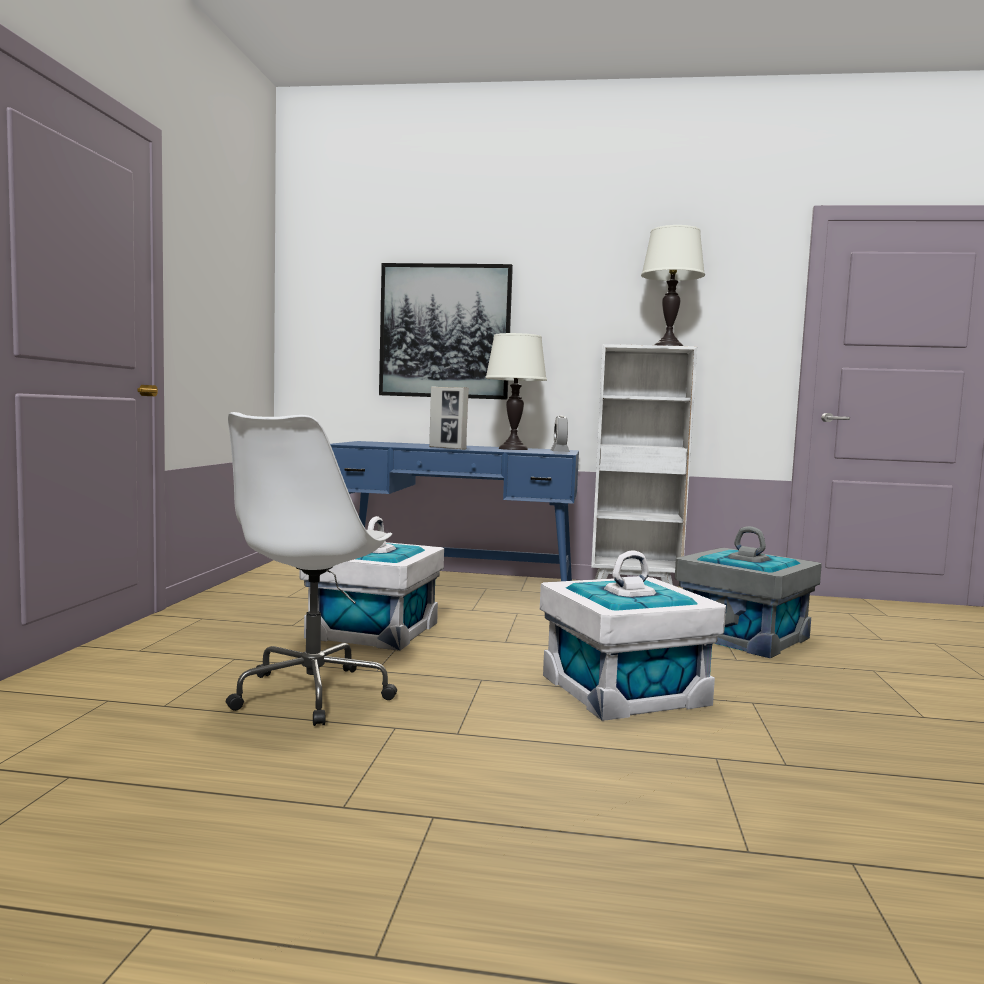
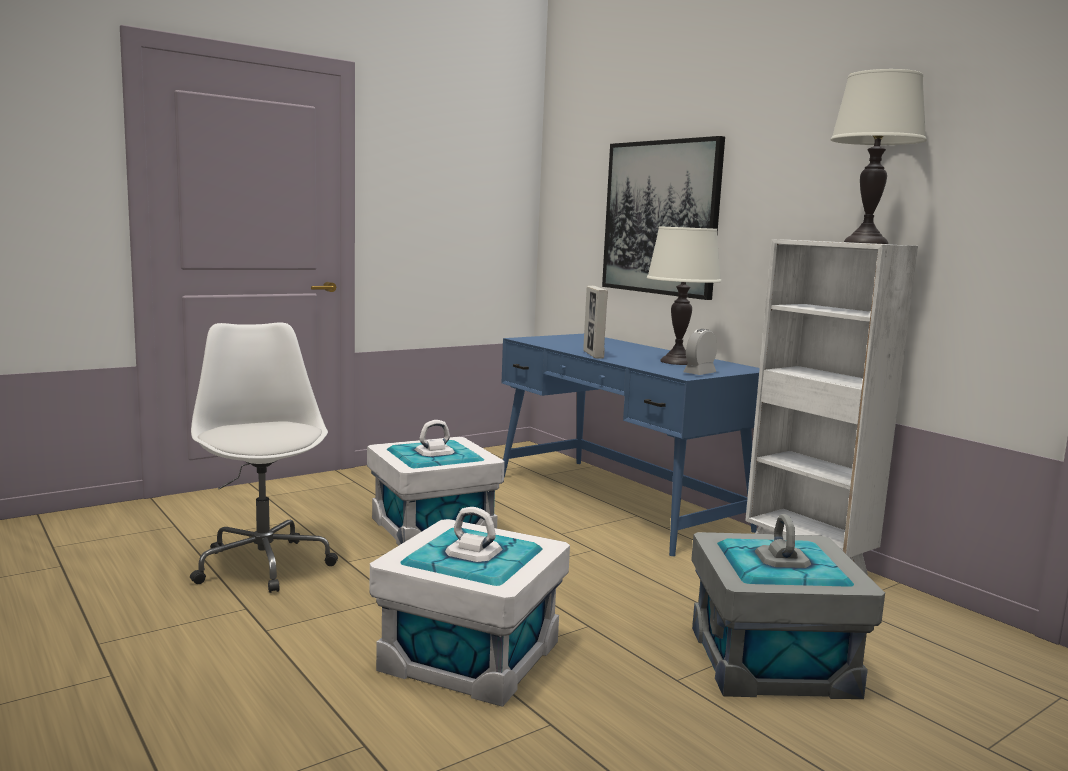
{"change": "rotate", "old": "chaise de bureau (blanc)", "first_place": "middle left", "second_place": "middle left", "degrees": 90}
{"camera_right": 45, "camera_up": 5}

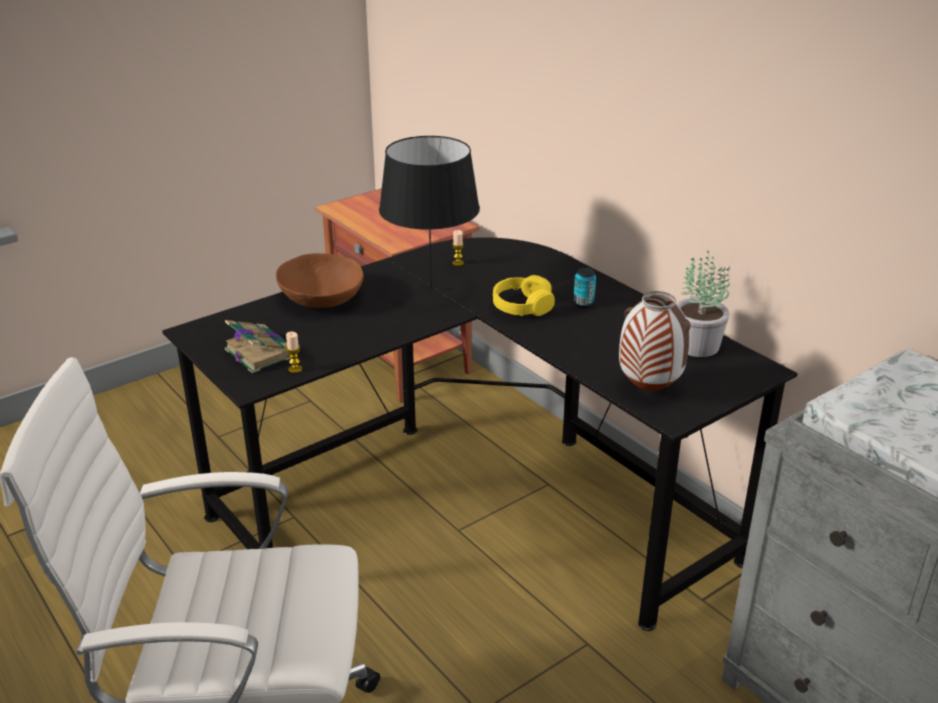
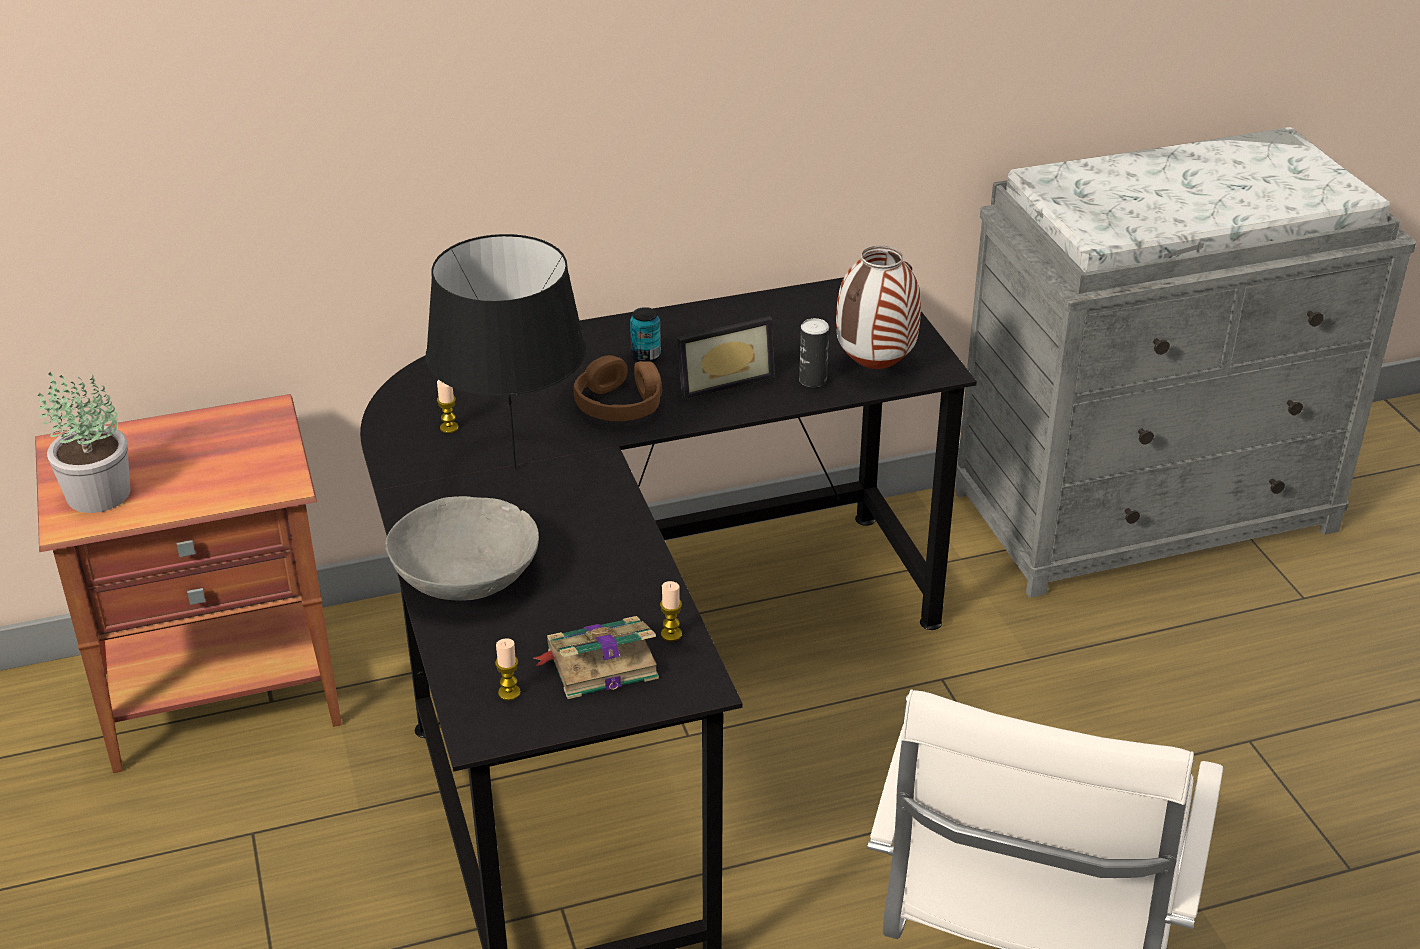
{"change": "insert", "new": "bougie (2nd from left)", "second_place": "bottom centre"}
{"change": "insert", "new": "cadre photo", "second_place": "centre"}
{"change": "insert", "new": "boîte métallique (2nd from left)", "second_place": "centre"}
{"change": "move", "old": "plante en pot", "first_place": "middle right", "second_place": "middle left"}
{"change": "recolor", "old": "bol (marron)", "new": "bol (gris)", "first_place": "centre", "second_place": "middle left"}
{"change": "recolor", "old": "casque audio (jaune)", "new": "casque audio (marron)", "first_place": "centre", "second_place": "centre"}
{"camera_right": -70, "camera_up": 5}

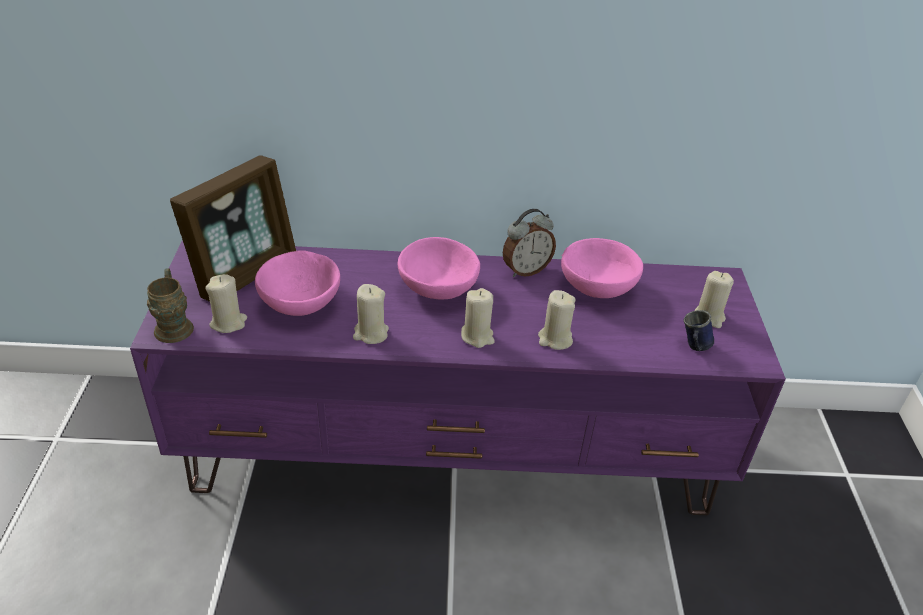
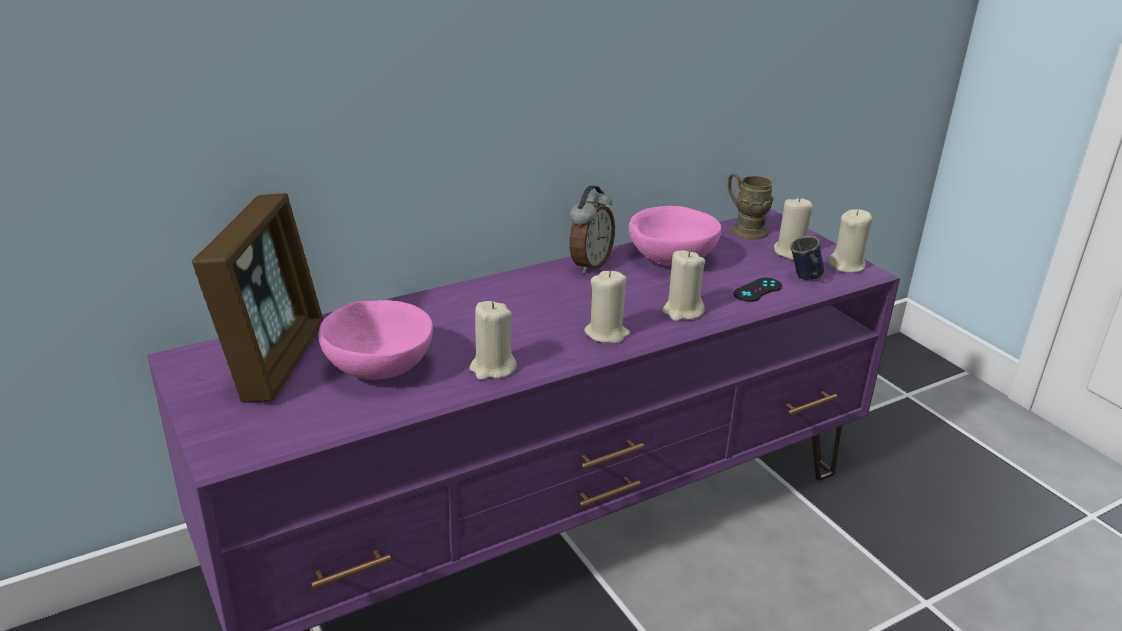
{"change": "delete", "old": "bol (rose) (2nd from left)", "first_place": "centre"}
{"change": "insert", "new": "manette (noir)", "second_place": "middle right"}
{"change": "move", "old": "mug (marron)", "first_place": "middle left", "second_place": "top right"}
{"change": "move", "old": "bougie (beige) (1st from left in the first image)", "new": "bougie (beige) (5th from left)", "first_place": "middle left", "second_place": "middle right"}
{"camera_right": -30, "camera_up": -10}

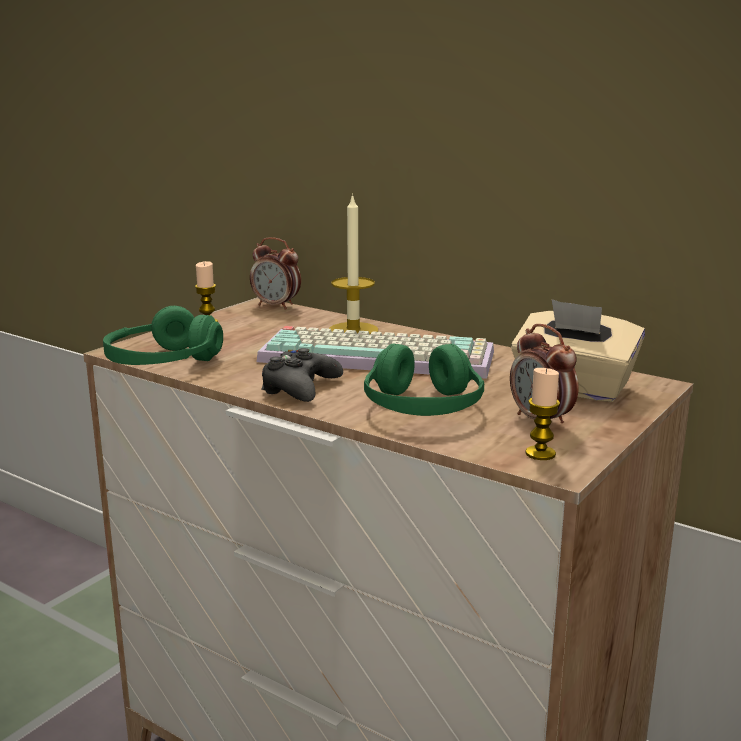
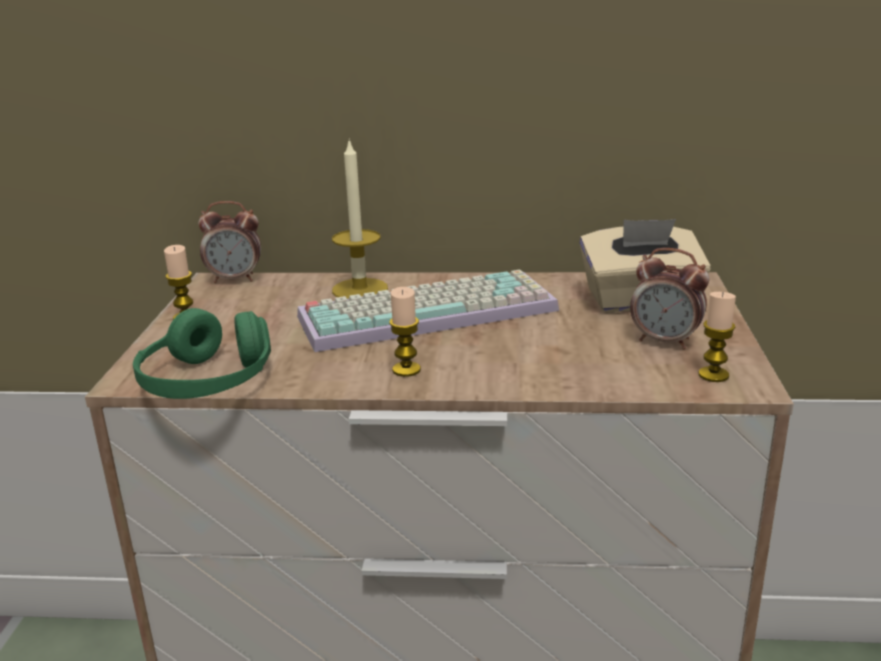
{"change": "delete", "old": "casque audio (vert) (2nd from left)", "first_place": "centre"}
{"change": "replace", "old": "manette (noir)", "new": "bougie (3rd from left)", "first_place": "centre", "second_place": "centre"}
{"camera_right": -30, "camera_up": 5}

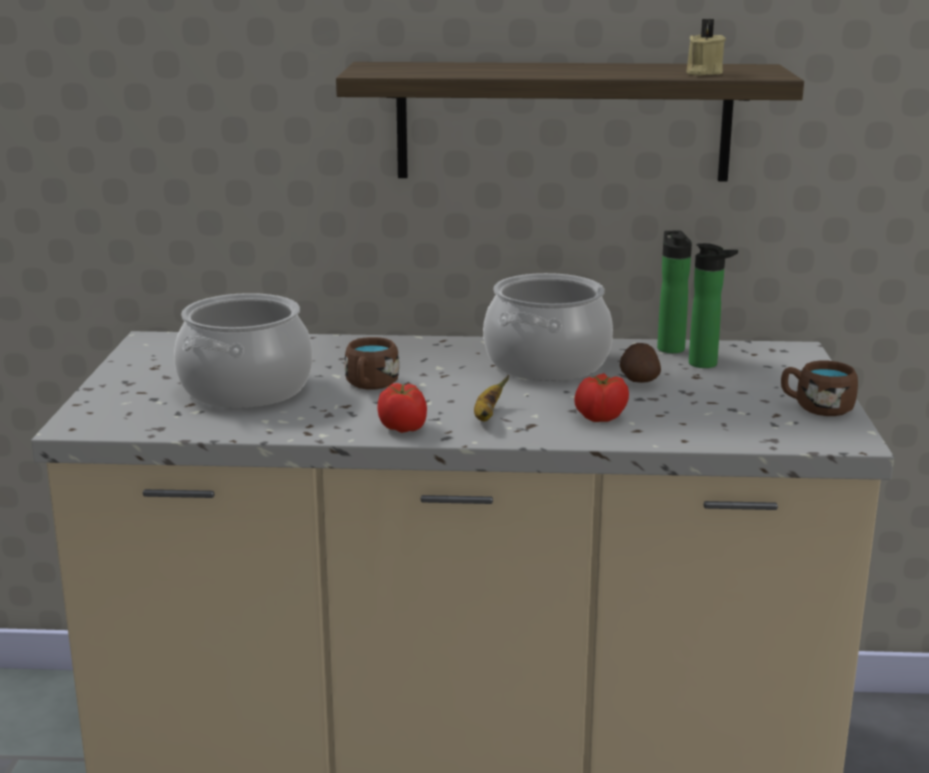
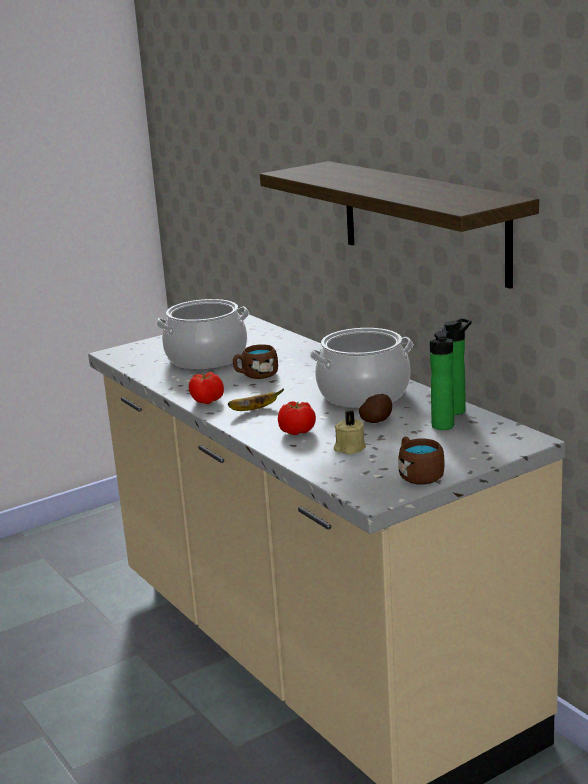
{"change": "move", "old": "bougie (beige)", "first_place": "top right", "second_place": "centre"}
{"camera_right": 55, "camera_up": 0}

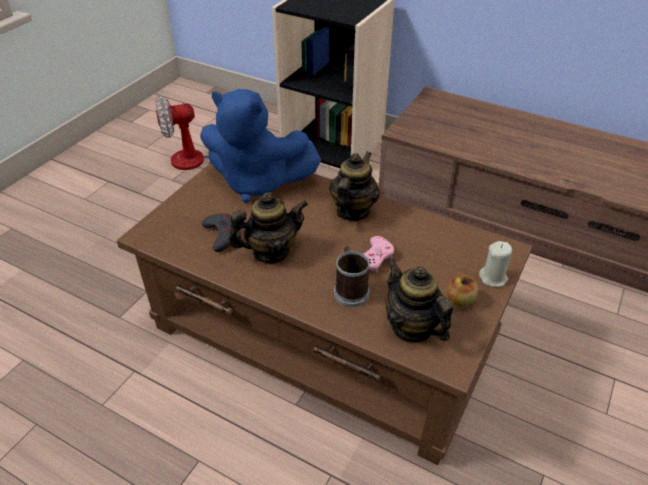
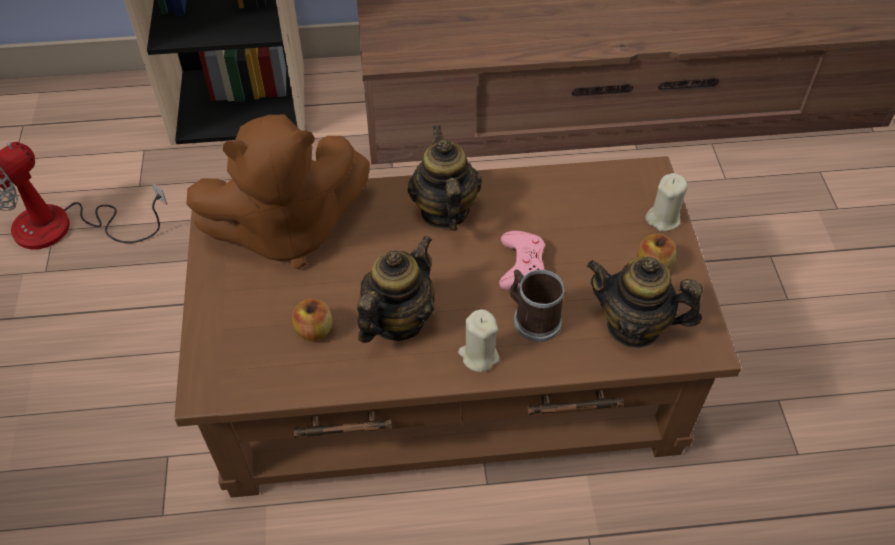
{"change": "insert", "new": "bougie (beige) (1st from left)", "second_place": "centre"}
{"change": "replace", "old": "manette (gris)", "new": "pomme (1st from left)", "first_place": "centre", "second_place": "centre"}
{"change": "recolor", "old": "peluche (bleu)", "new": "peluche (marron)", "first_place": "top centre", "second_place": "middle left"}
{"camera_right": -35, "camera_up": 10}

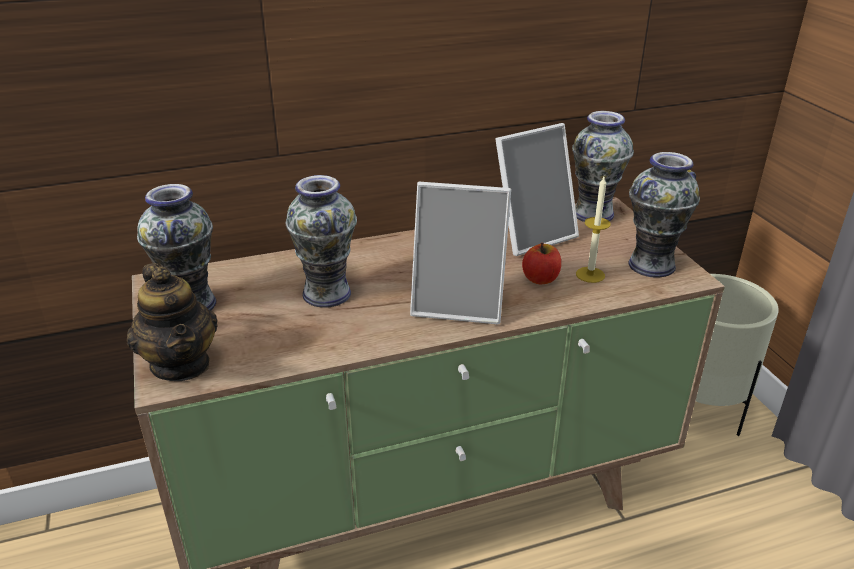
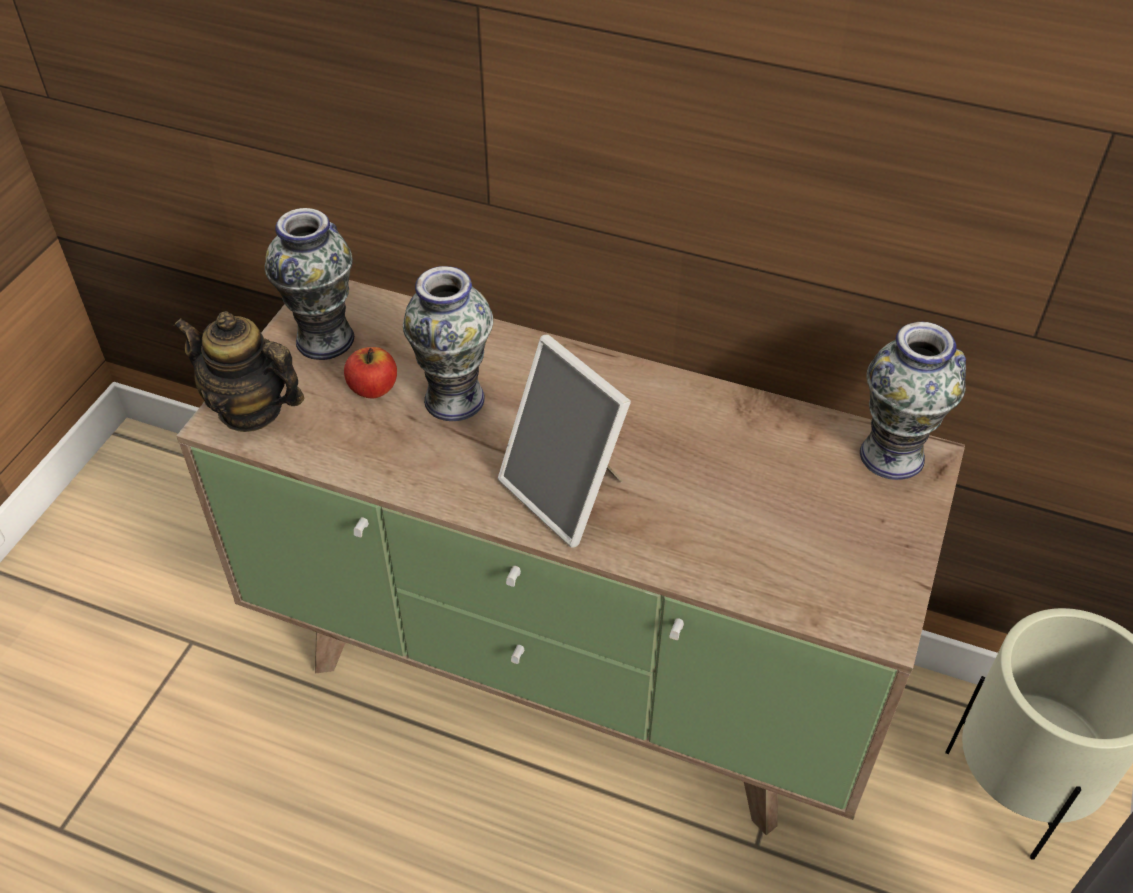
{"change": "delete", "old": "cadre photo (2nd from left)", "first_place": "top centre"}
{"change": "delete", "old": "bougie", "first_place": "middle right"}
{"change": "delete", "old": "vase (4th from left)", "first_place": "middle right"}
{"change": "move", "old": "pomme", "first_place": "centre", "second_place": "middle left"}
{"change": "rotate", "old": "théière", "first_place": "middle left", "second_place": "middle left", "degrees": 105}
{"camera_right": 40, "camera_up": 15}

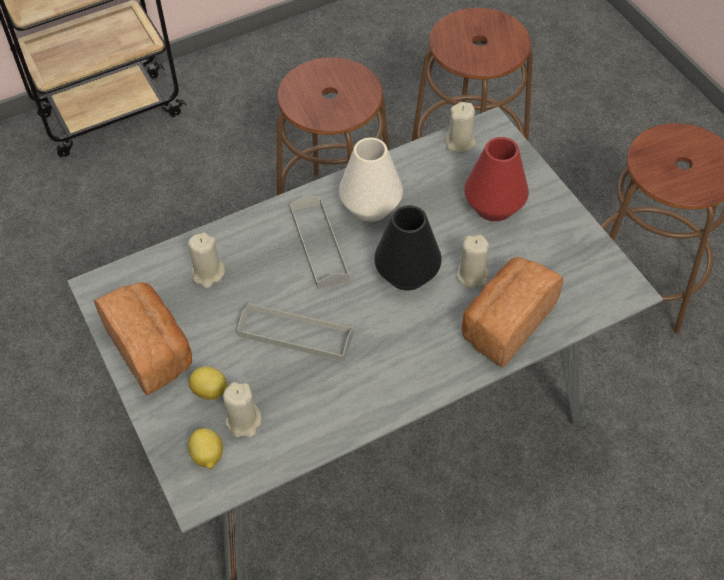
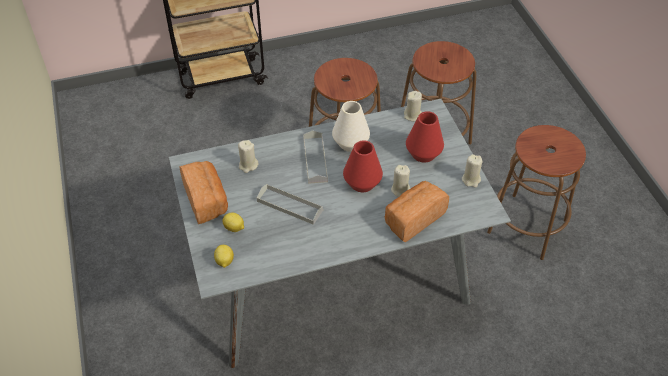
{"change": "move", "old": "bougie (beige) (2nd from left in the first image)", "new": "bougie (beige) (4th from left)", "first_place": "bottom centre", "second_place": "middle right"}
{"change": "recolor", "old": "vase (noir)", "new": "vase (rouge) (1st from left)", "first_place": "centre", "second_place": "centre"}
{"camera_right": 10, "camera_up": -5}

